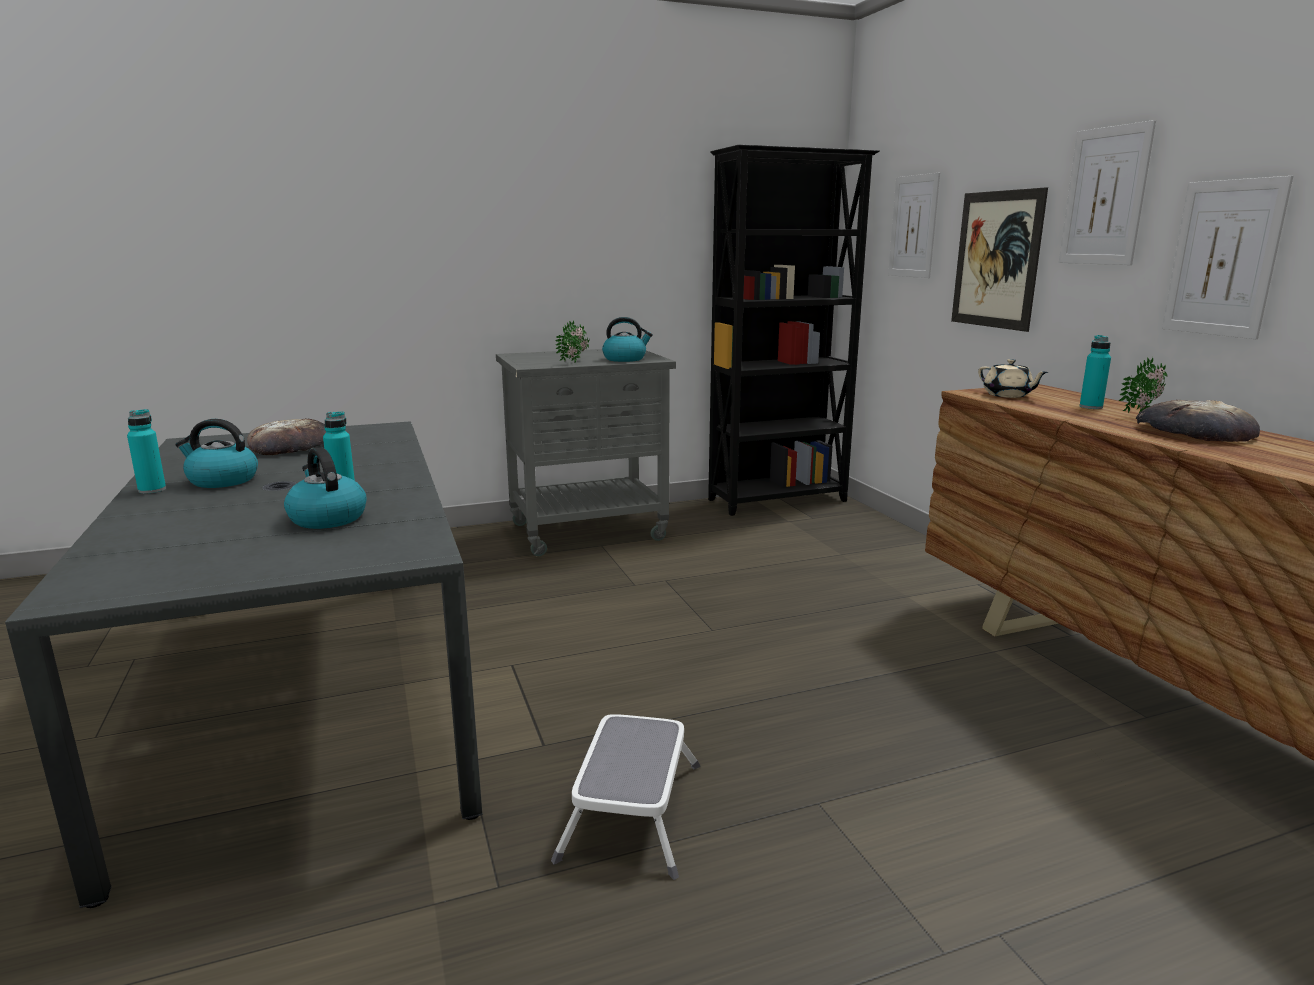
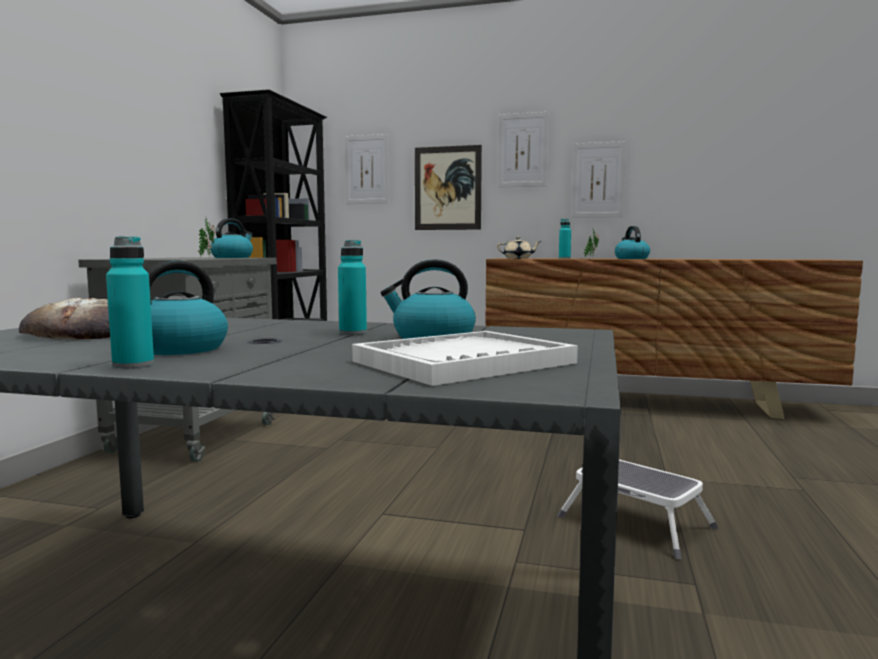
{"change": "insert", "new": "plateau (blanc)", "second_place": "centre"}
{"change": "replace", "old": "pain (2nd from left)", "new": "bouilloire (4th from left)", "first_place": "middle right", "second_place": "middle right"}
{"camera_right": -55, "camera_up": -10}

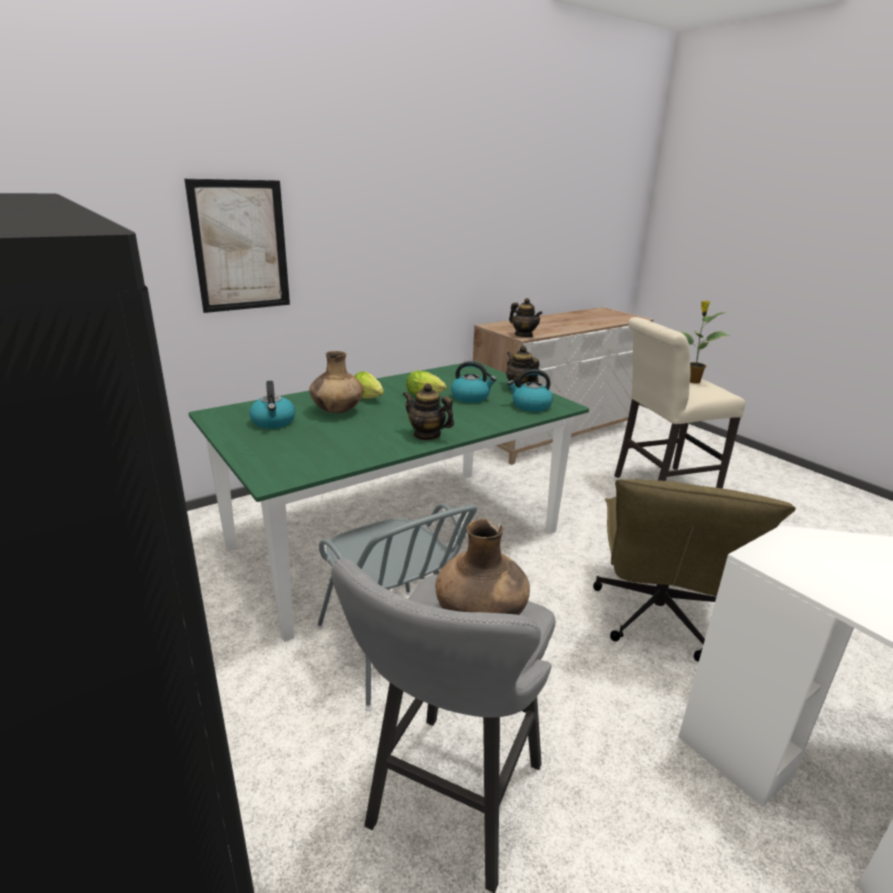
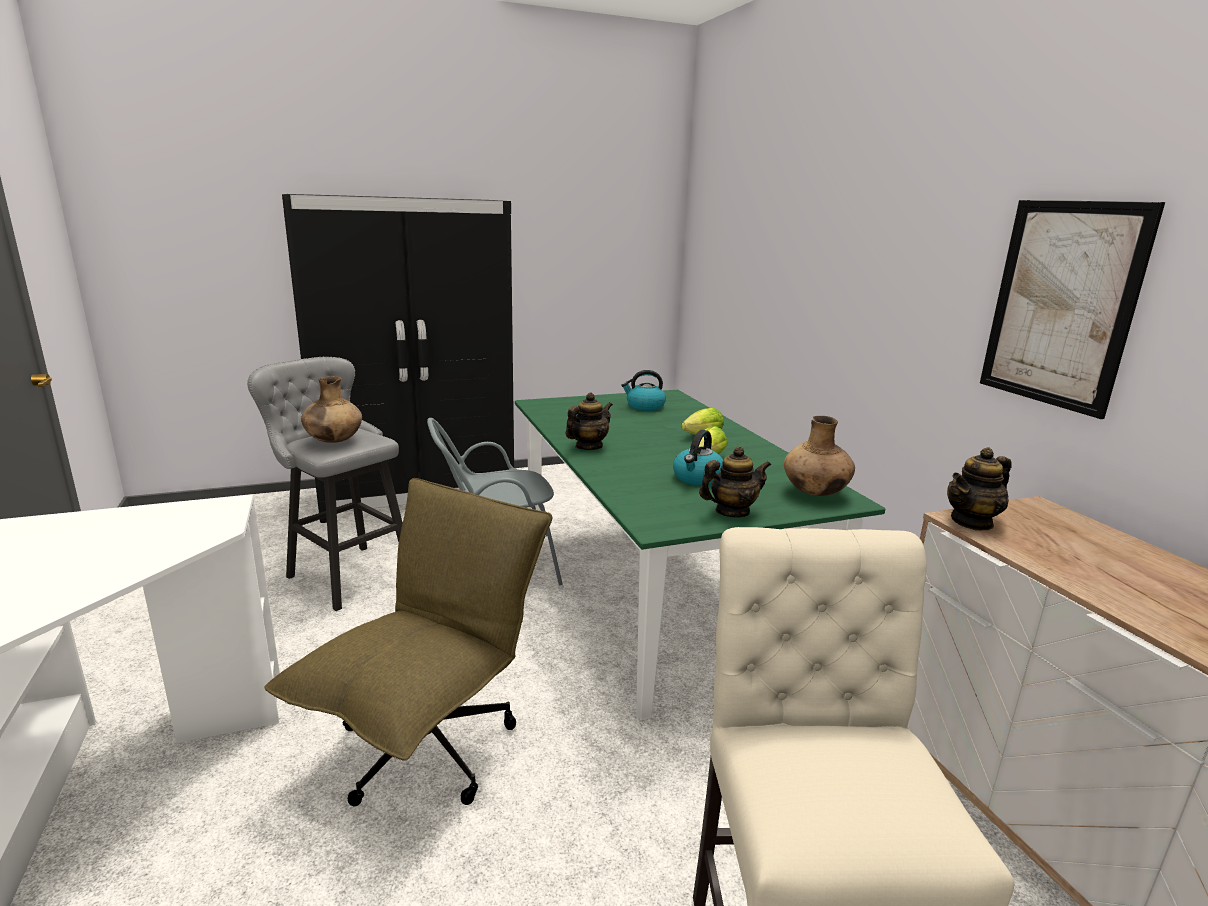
{"change": "delete", "old": "bouilloire (3rd from left)", "first_place": "centre"}
{"change": "delete", "old": "plante en pot", "first_place": "middle right"}
{"change": "move", "old": "tableau", "first_place": "top left", "second_place": "middle right"}
{"change": "move", "old": "vase (marron) (1st from left in the first image)", "new": "vase (marron) (2nd from left)", "first_place": "centre", "second_place": "middle right"}
{"change": "rotate", "old": "chaise de bureau (beige)", "first_place": "middle right", "second_place": "bottom centre", "degrees": 90}
{"camera_right": 105, "camera_up": -5}

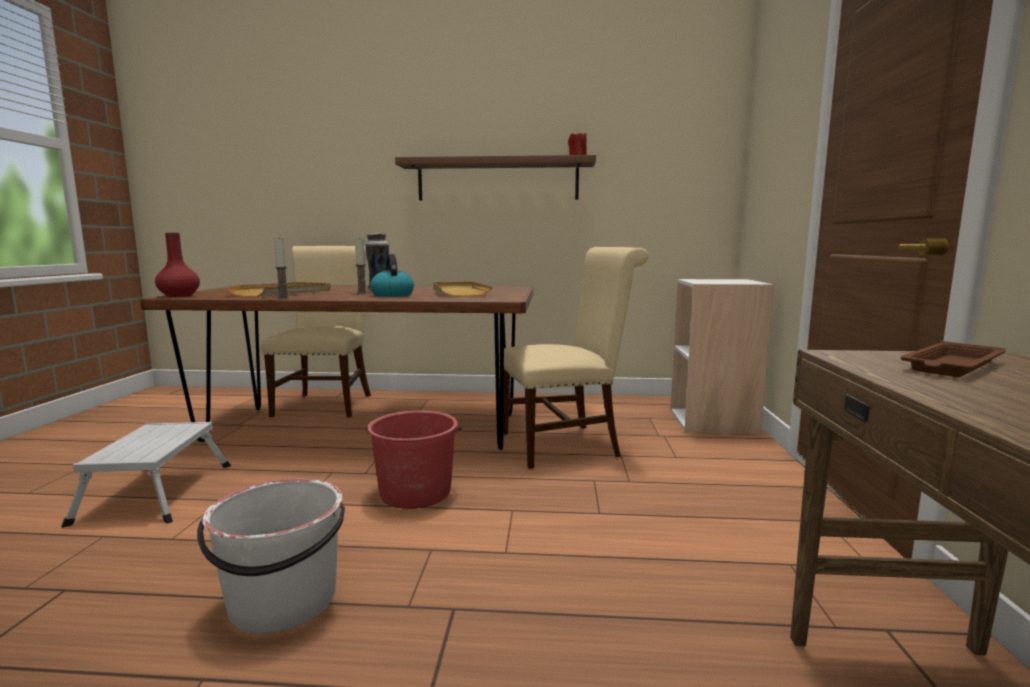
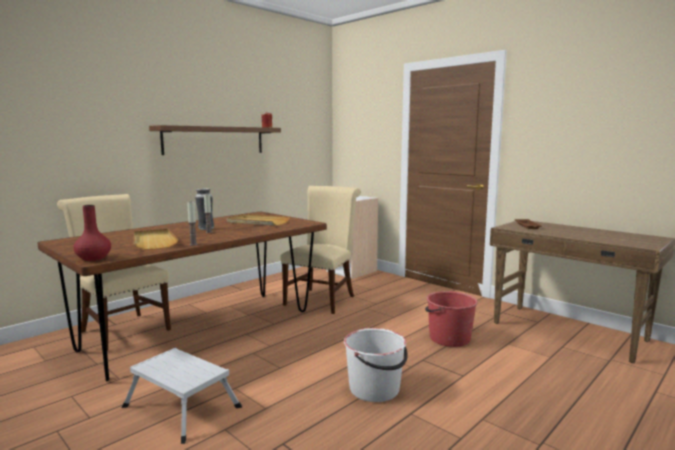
{"change": "delete", "old": "bouilloire", "first_place": "centre"}
{"change": "move", "old": "seau (rouge)", "first_place": "bottom centre", "second_place": "bottom right"}
{"camera_right": -50, "camera_up": 0}

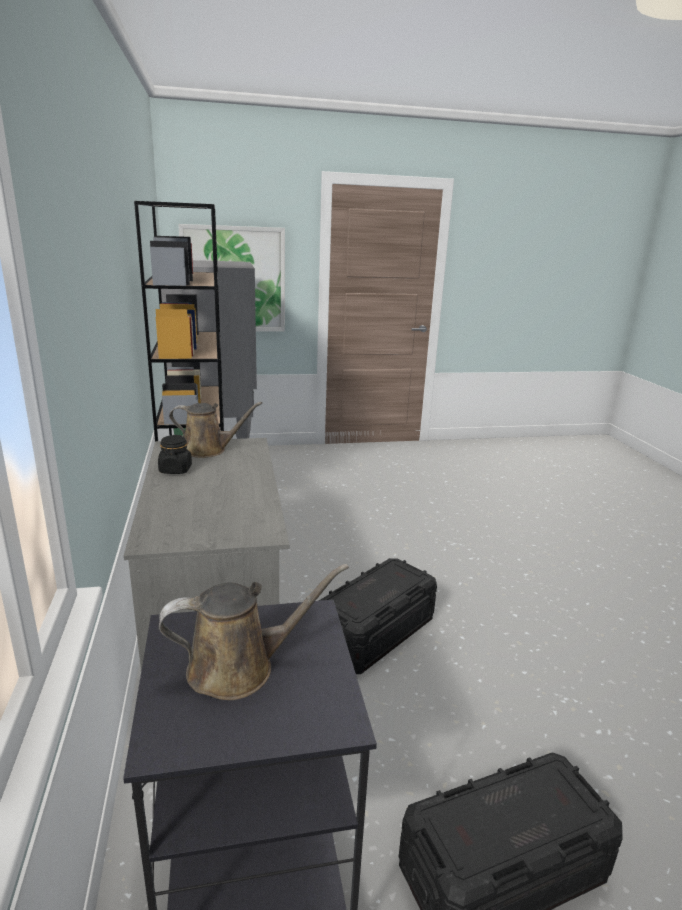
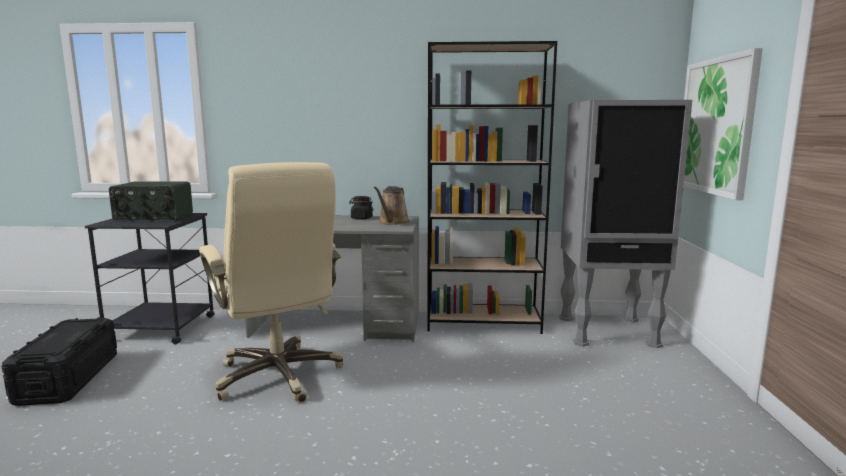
{"change": "replace", "old": "arrosoir (marron) (2nd from left)", "new": "radio", "first_place": "bottom centre", "second_place": "middle left"}
{"change": "replace", "old": "boîte de rangement (noir) (1st from left)", "new": "chaise de bureau (beige)", "first_place": "bottom centre", "second_place": "middle left"}
{"camera_right": 105, "camera_up": -10}

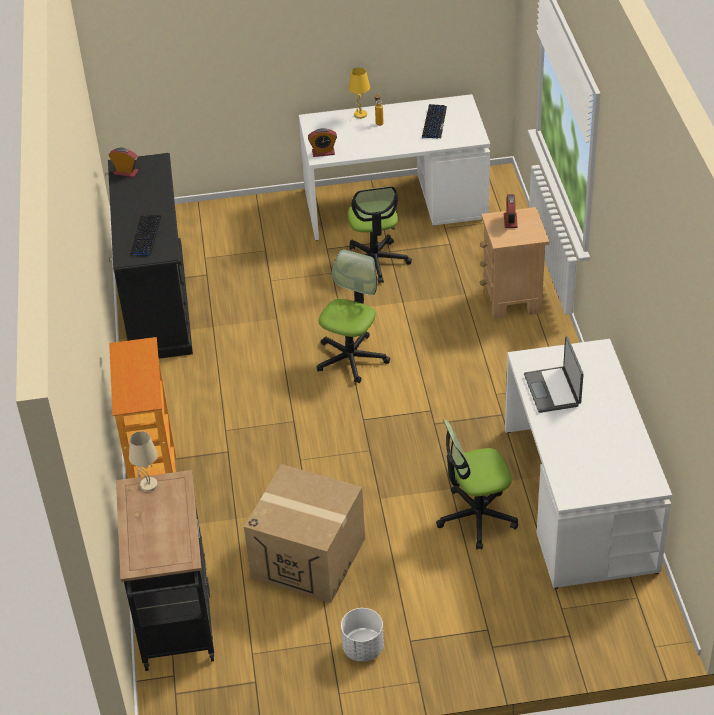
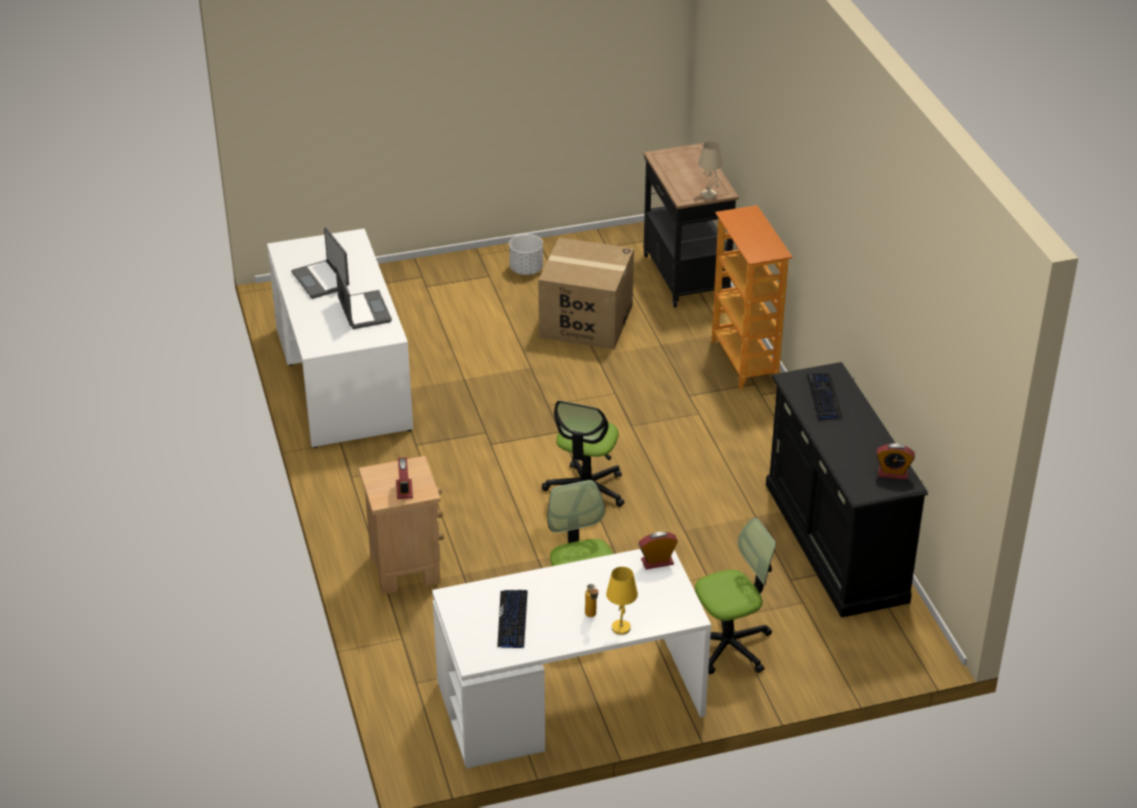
{"change": "insert", "new": "ordinateur portable (1st from left)", "second_place": "top left"}
{"change": "move", "old": "chaise de bureau (3rd from left)", "first_place": "bottom right", "second_place": "bottom centre"}
{"camera_right": 170, "camera_up": -5}

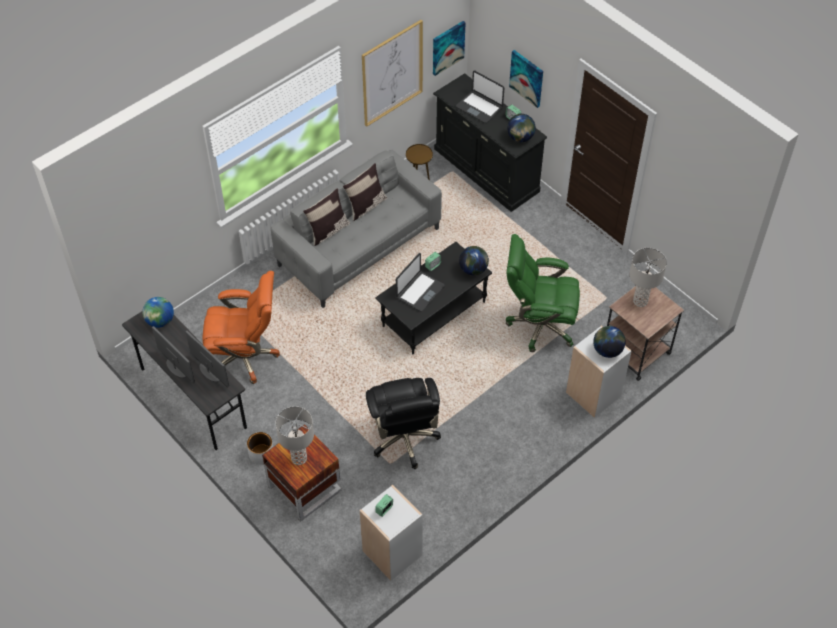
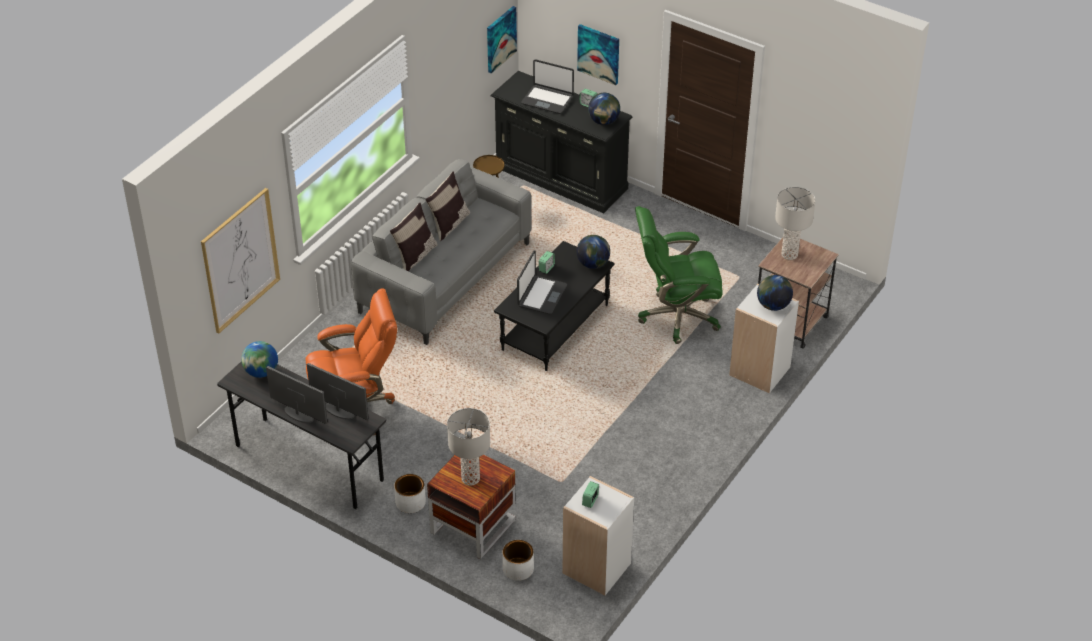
{"change": "delete", "old": "chaise de bureau (noir)", "first_place": "bottom centre"}
{"change": "insert", "new": "cache-pot (blanc) (2nd from left)", "second_place": "bottom centre"}
{"change": "move", "old": "tableau (1st from left)", "first_place": "top centre", "second_place": "middle left"}
{"camera_right": -15, "camera_up": -10}

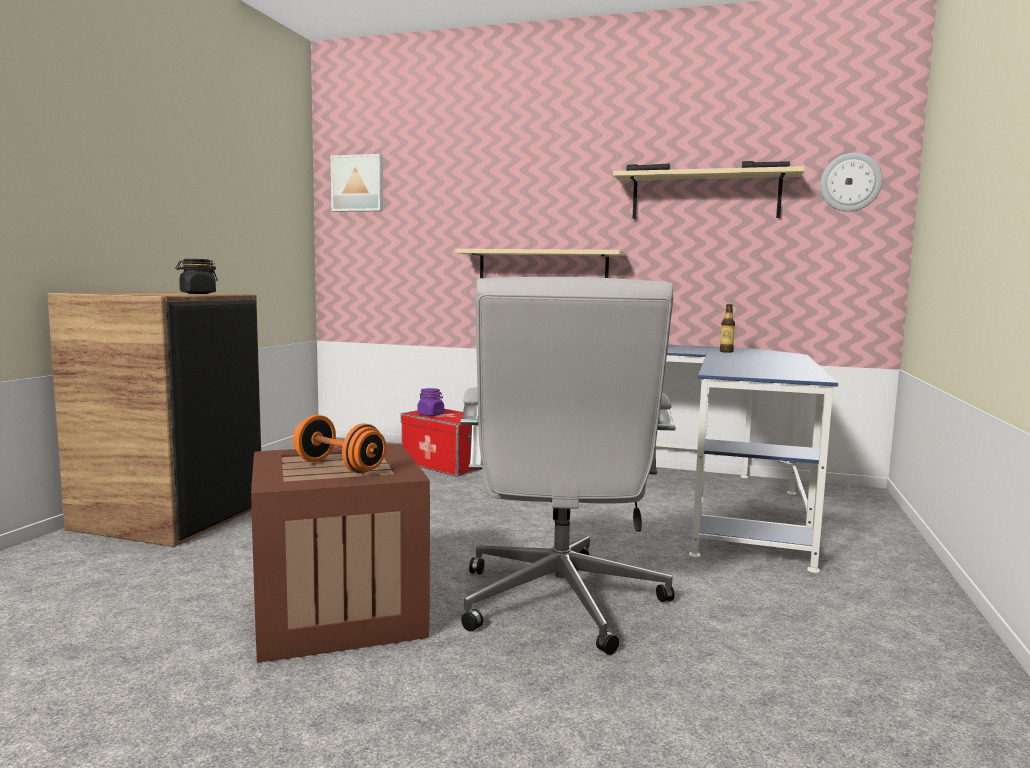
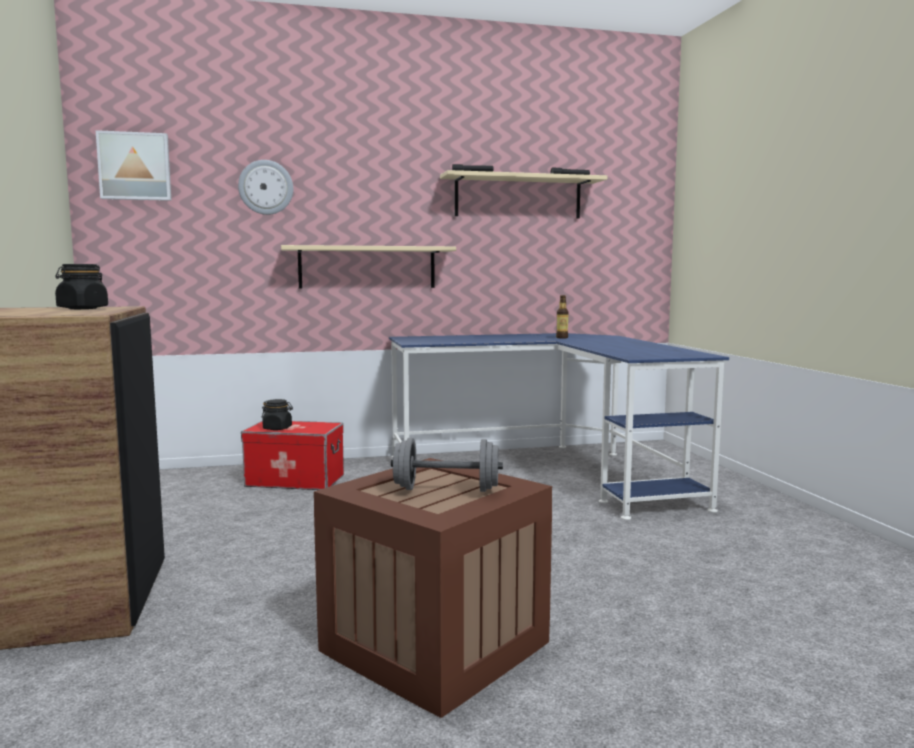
{"change": "delete", "old": "chaise de bureau (gris)", "first_place": "centre"}
{"change": "move", "old": "horloge murale", "first_place": "top right", "second_place": "top left"}
{"change": "recolor", "old": "haltère (orange)", "new": "haltère (gris)", "first_place": "middle left", "second_place": "centre"}
{"change": "recolor", "old": "bocal (violet)", "new": "bocal (noir) (2nd from left)", "first_place": "centre", "second_place": "middle left"}
{"camera_right": -30, "camera_up": 0}

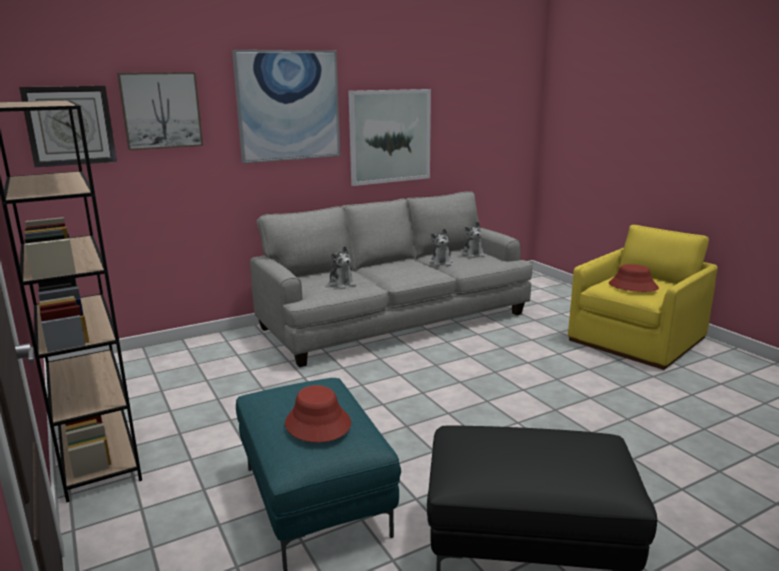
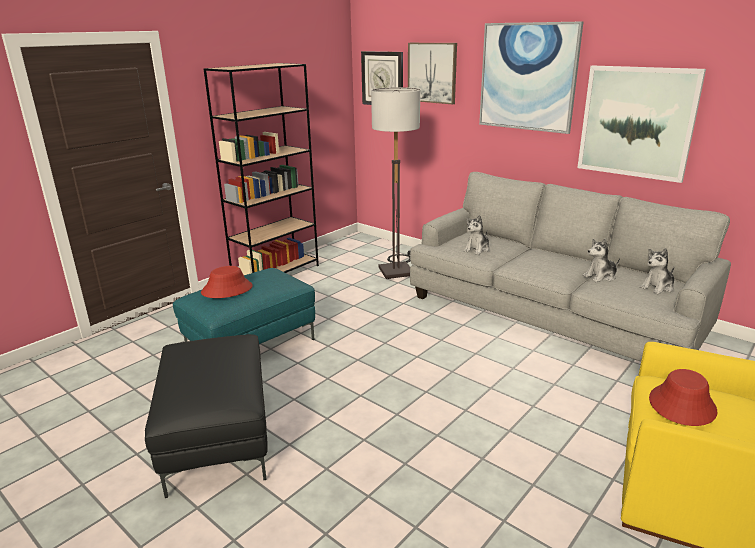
{"change": "insert", "new": "lampadaire", "second_place": "centre"}
{"camera_right": 70, "camera_up": 5}

